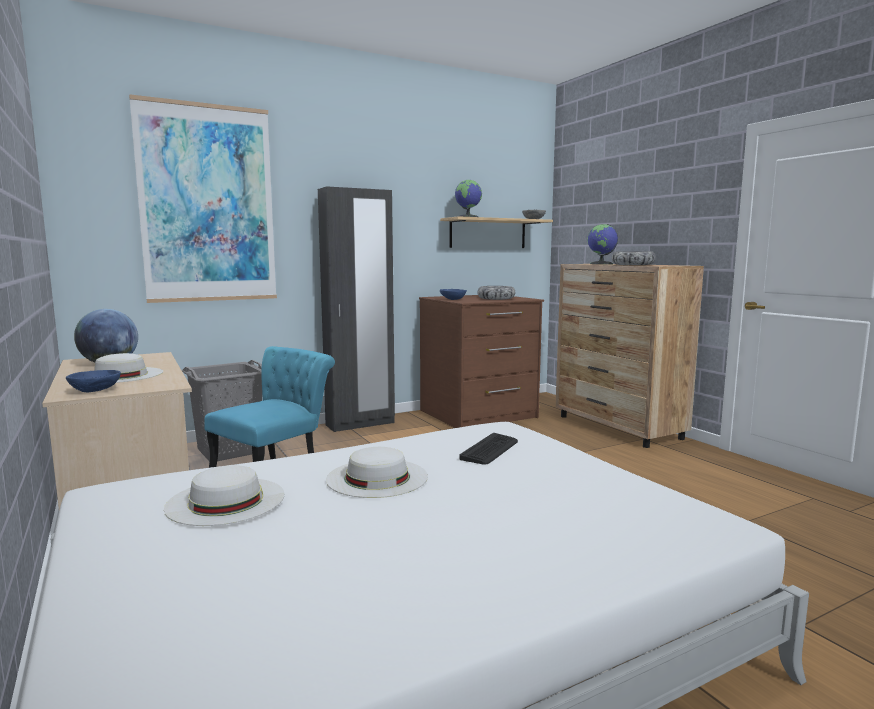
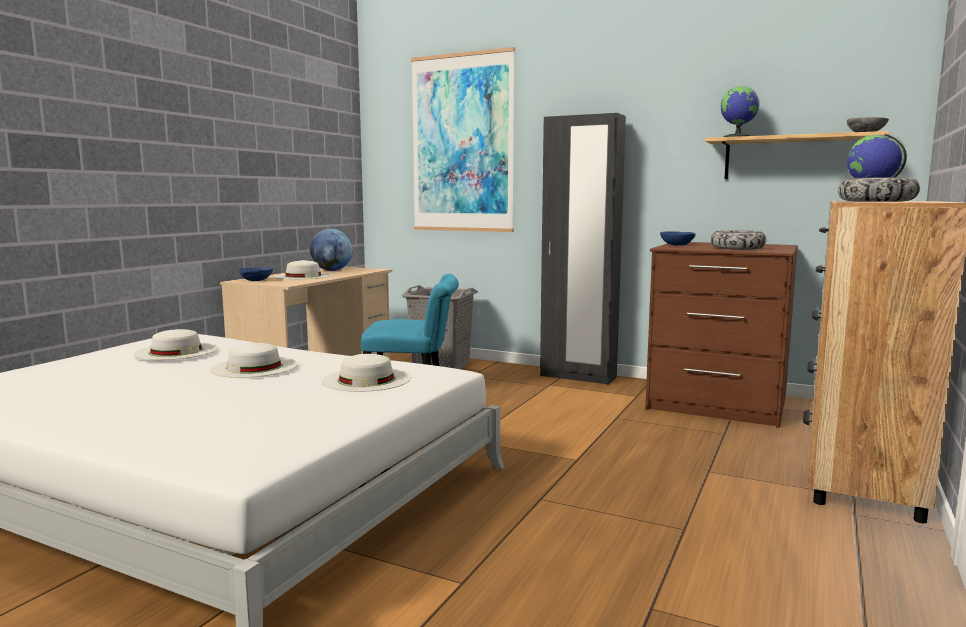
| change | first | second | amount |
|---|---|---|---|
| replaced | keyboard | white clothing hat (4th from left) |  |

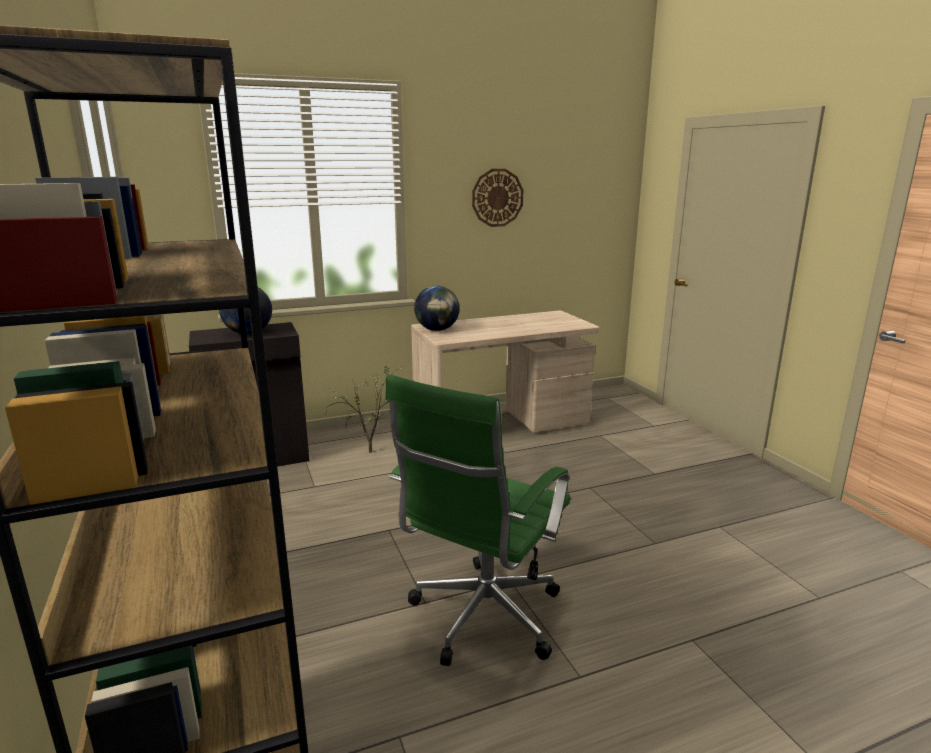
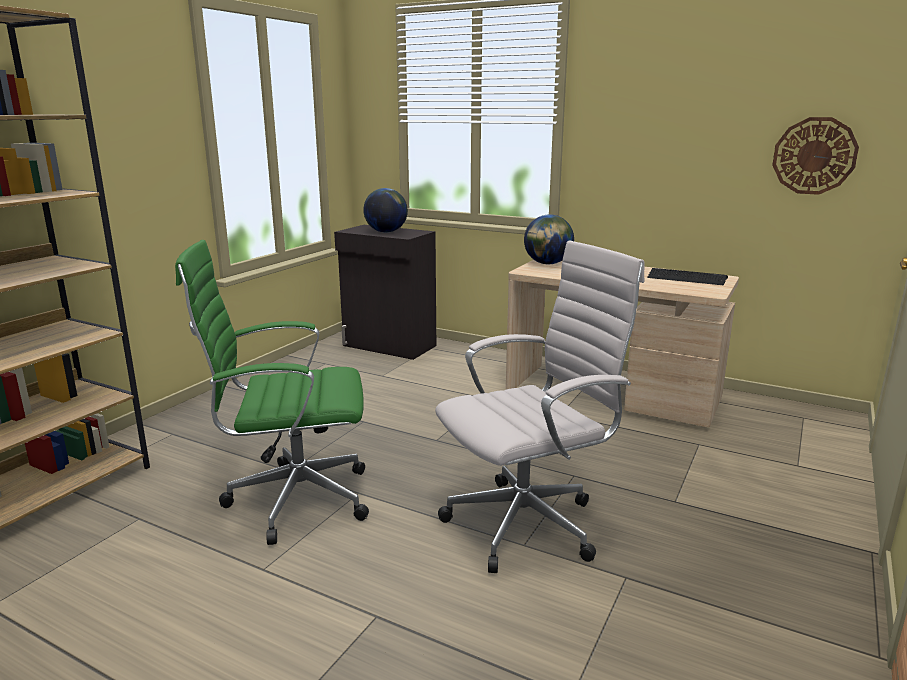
| change | first | second | amount |
|---|---|---|---|
| moved | hanging clock |  |  |
| removed | houseplant |  |  |
| added |  | white desk chair |  |
| added |  | keyboard |  |

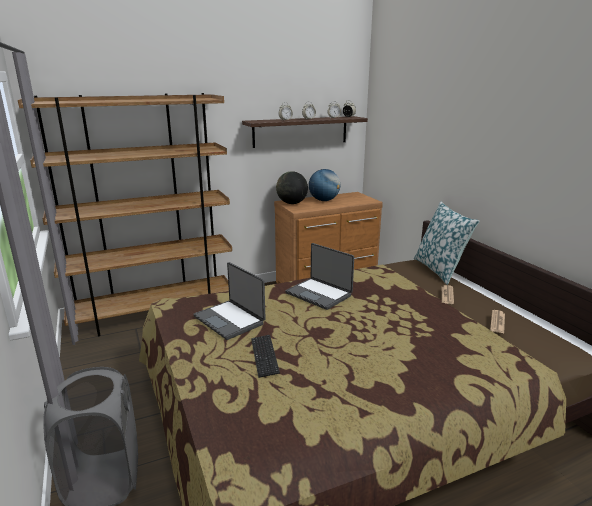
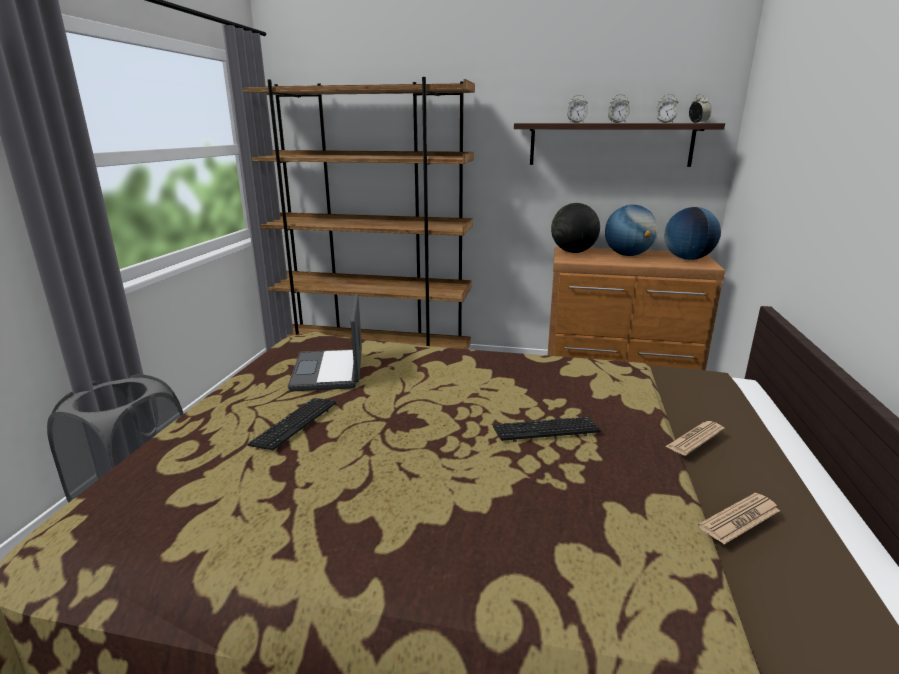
| change | first | second | amount |
|---|---|---|---|
| removed | cushion |  |  |
| removed | laptop (2nd from left) |  |  |
| added |  | globe (3rd from left) |  |
| added |  | keyboard (2nd from left) |  |

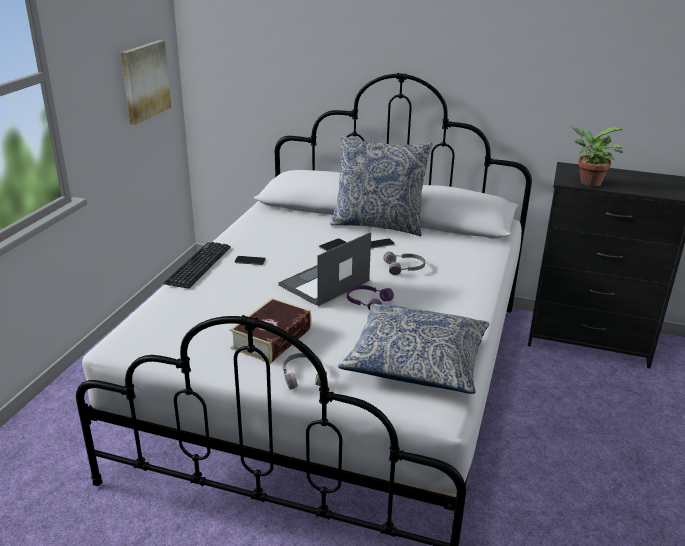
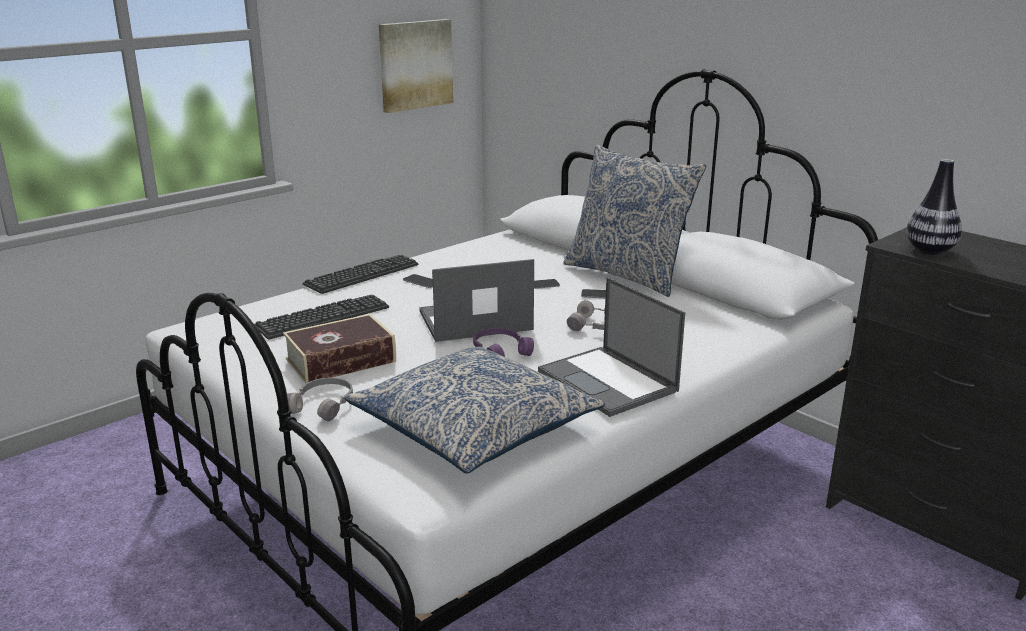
| change | first | second | amount |
|---|---|---|---|
| replaced | houseplant | vase |  |
| added |  | laptop (2nd from left) |  |
| added |  | keyboard (1st from left) |  |

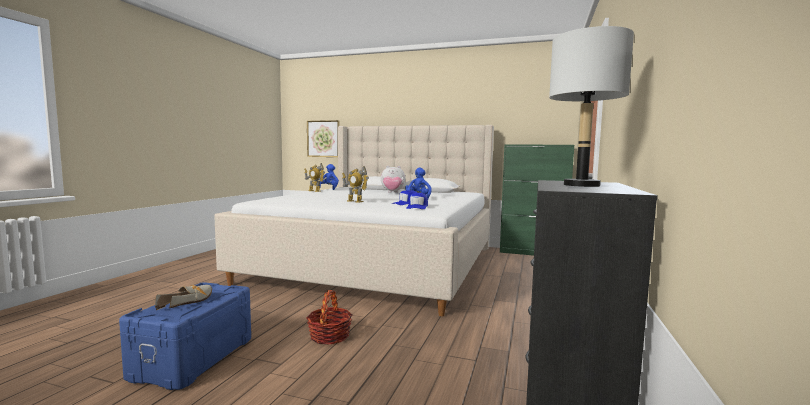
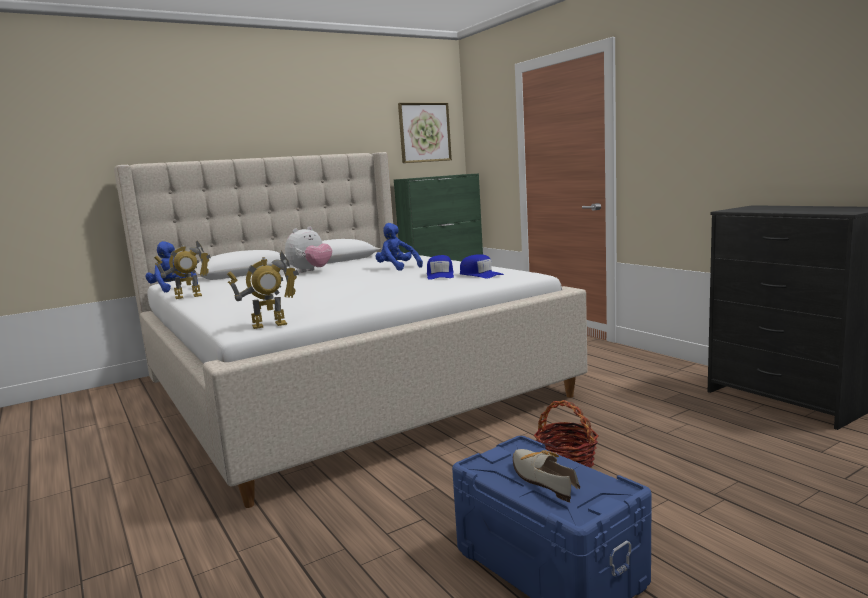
| change | first | second | amount |
|---|---|---|---|
| removed | gray tabletop lamp |  |  |
| moved | wall picture |  |  |
| moved | robot figure (2nd from left) |  |  |

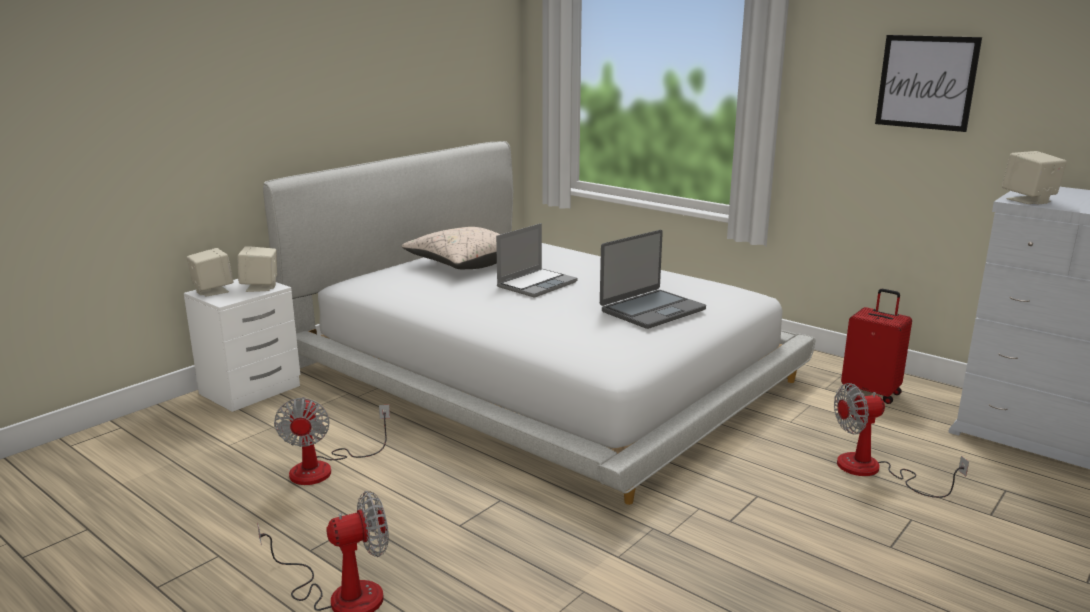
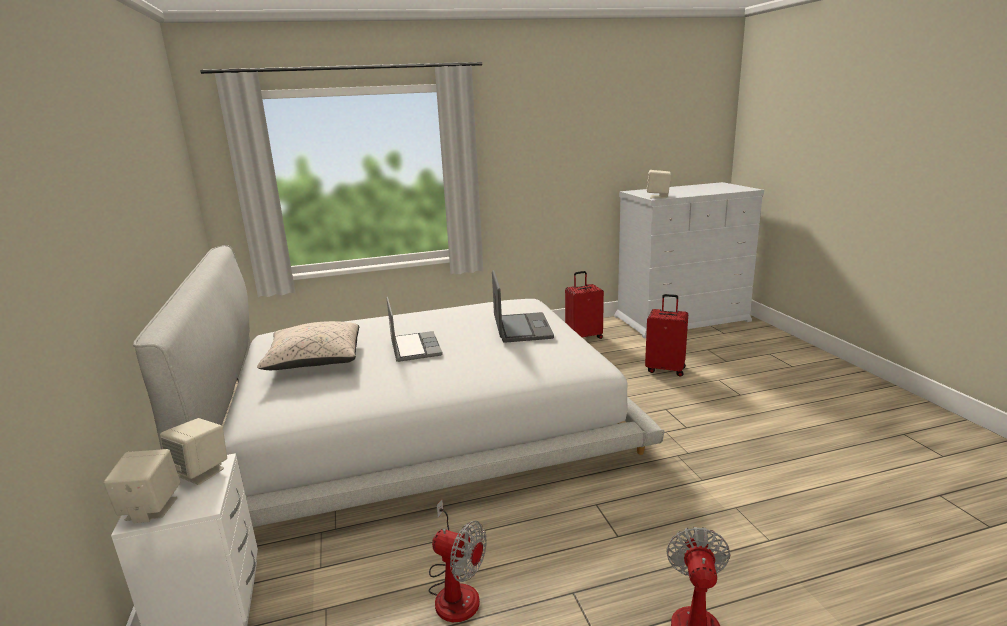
| change | first | second | amount |
|---|---|---|---|
| removed | wall picture |  |  |
| replaced | fan (3rd from left) | red suitcase (2nd from left) |  |

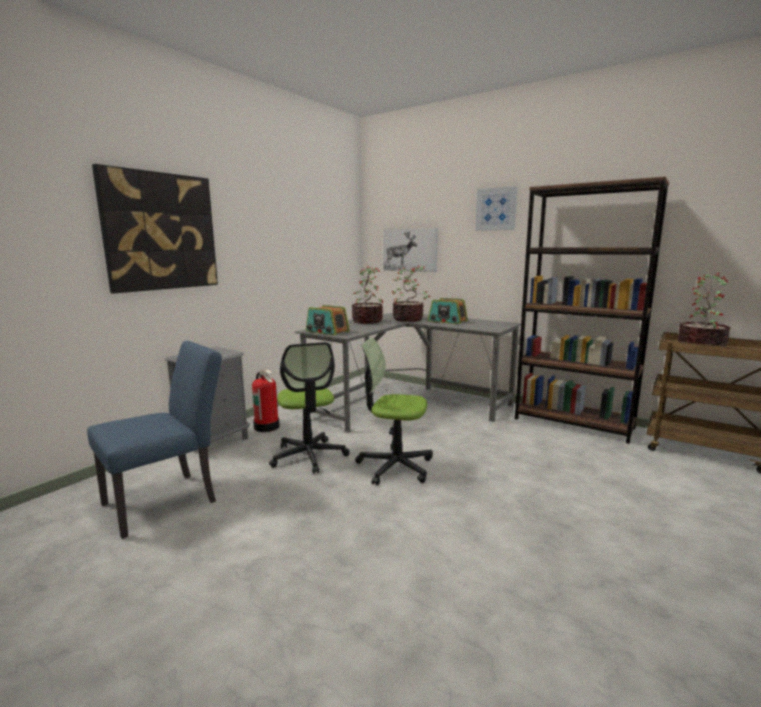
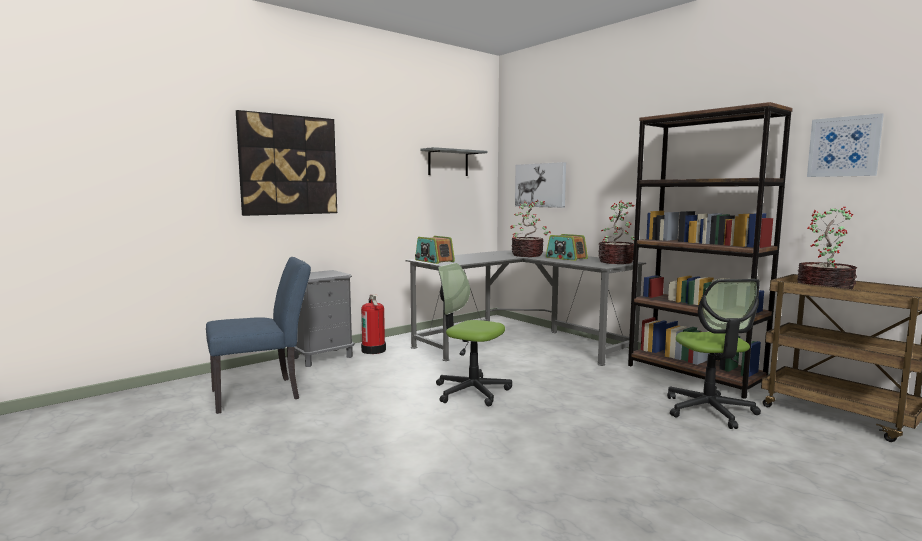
| change | first | second | amount |
|---|---|---|---|
| moved | wall picture (3rd from left) |  |  |
| moved | houseplant (1st from left in the first image) | houseplant (2nd from left) |  |
| moved | desk chair (1st from left in the first image) | desk chair (2nd from left) |  |
| added |  | gray bracket shelf |  |

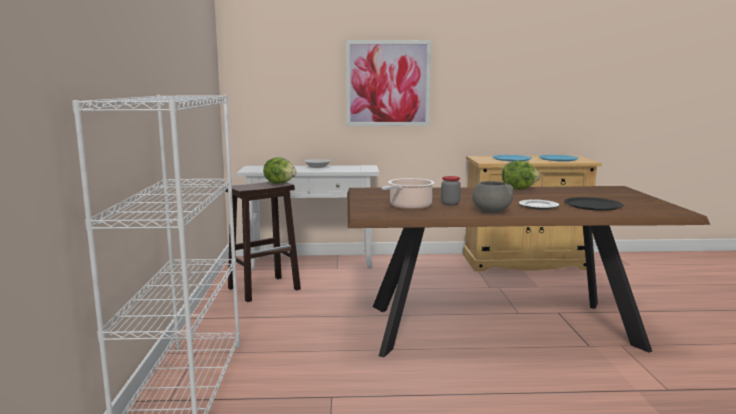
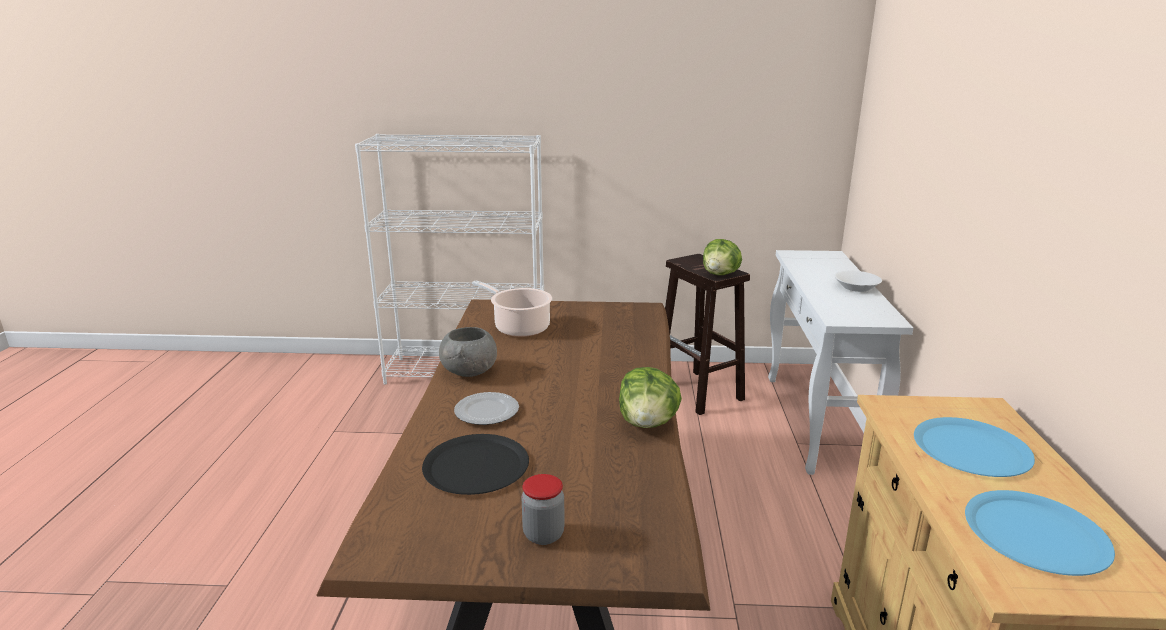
| change | first | second | amount |
|---|---|---|---|
| removed | wall picture |  |  |
| moved | storage jar |  |  |

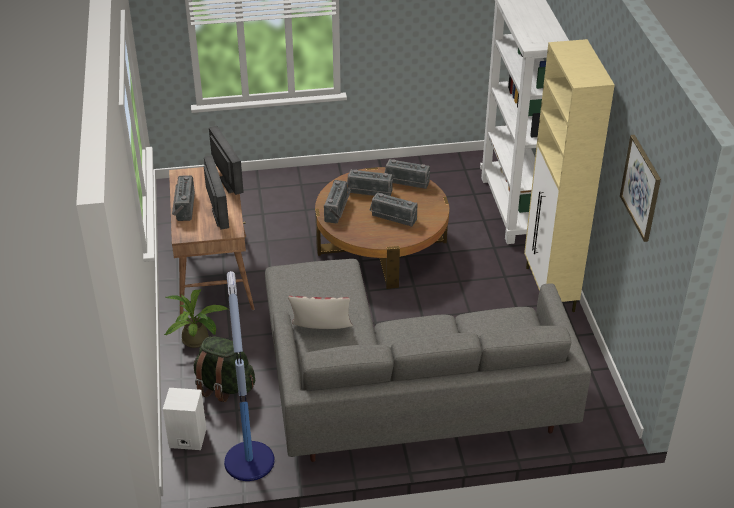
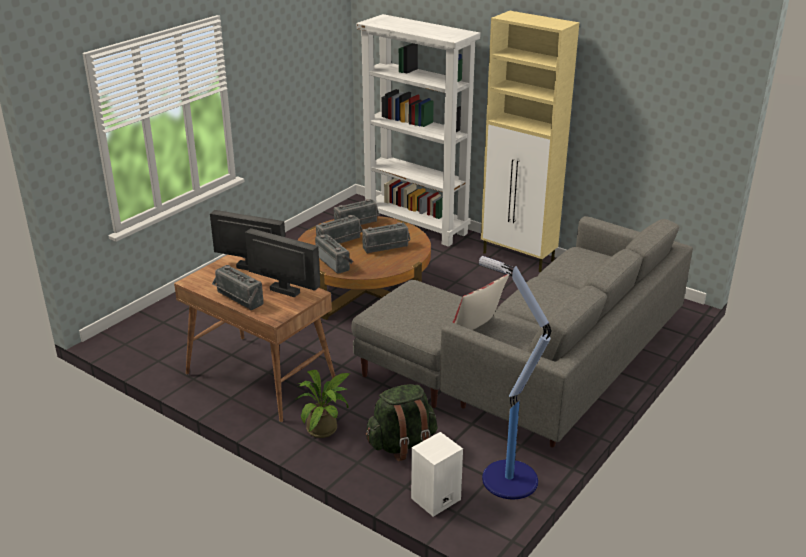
| change | first | second | amount |
|---|---|---|---|
| removed | wall picture |  |  |

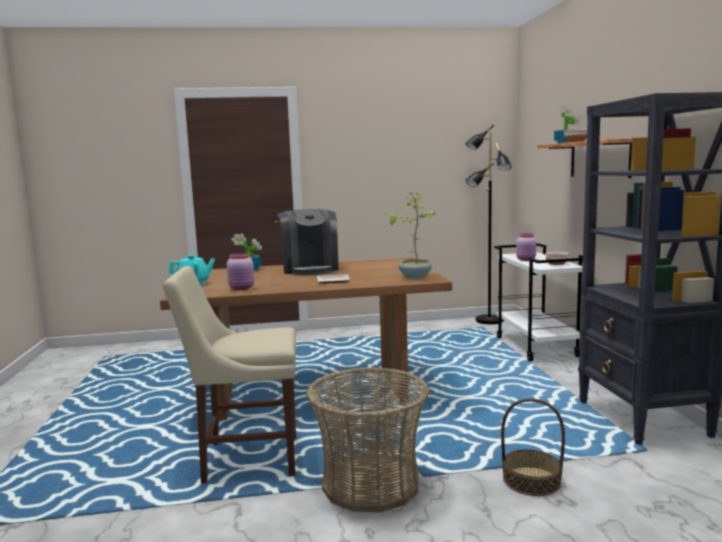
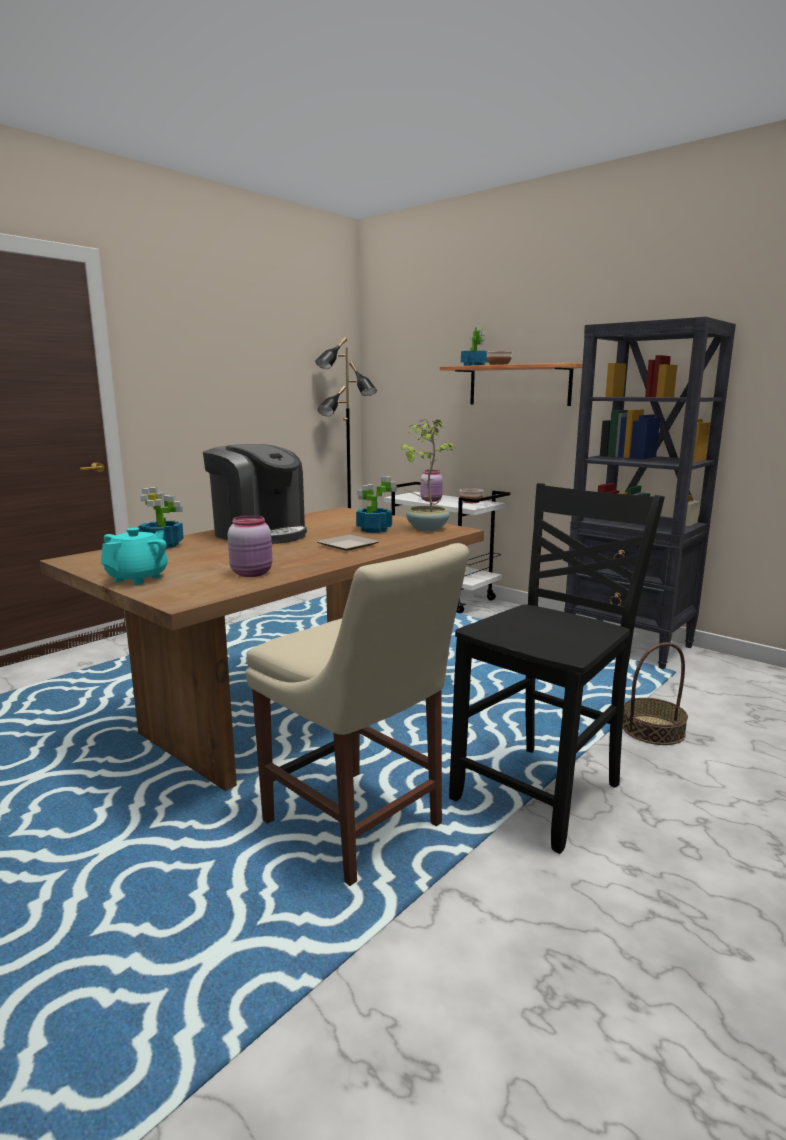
| change | first | second | amount |
|---|---|---|---|
| turned | beige-coloured upright chair |  | 90 degrees counterclockwise |
| replaced | household basket (1st from left) | black-coloured upright chair |  |
| added |  | houseplant (2nd from left) |  |

